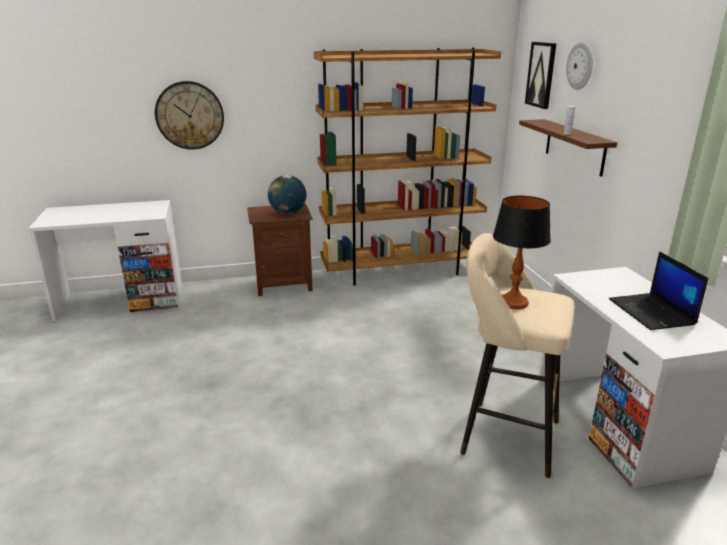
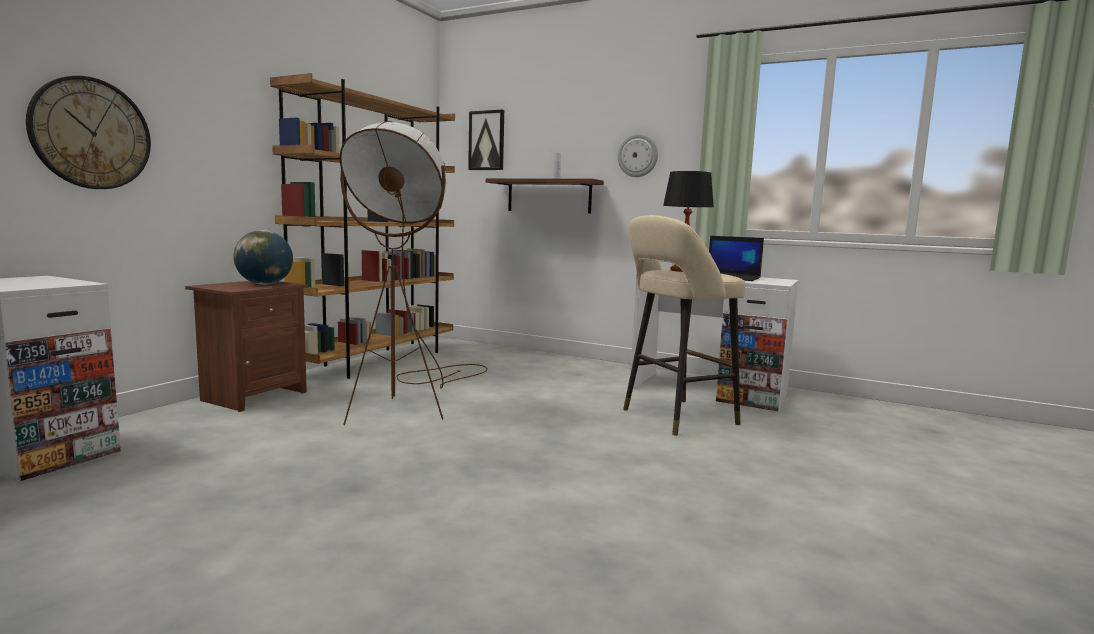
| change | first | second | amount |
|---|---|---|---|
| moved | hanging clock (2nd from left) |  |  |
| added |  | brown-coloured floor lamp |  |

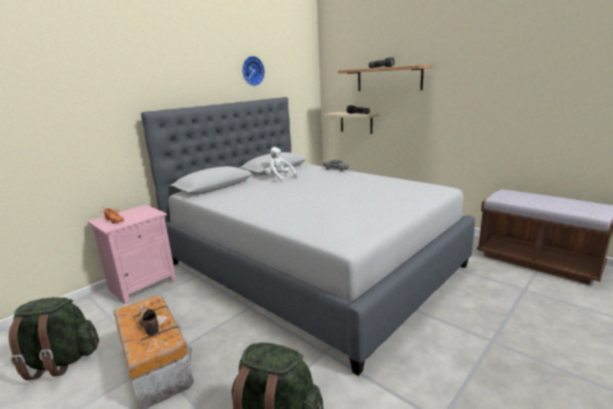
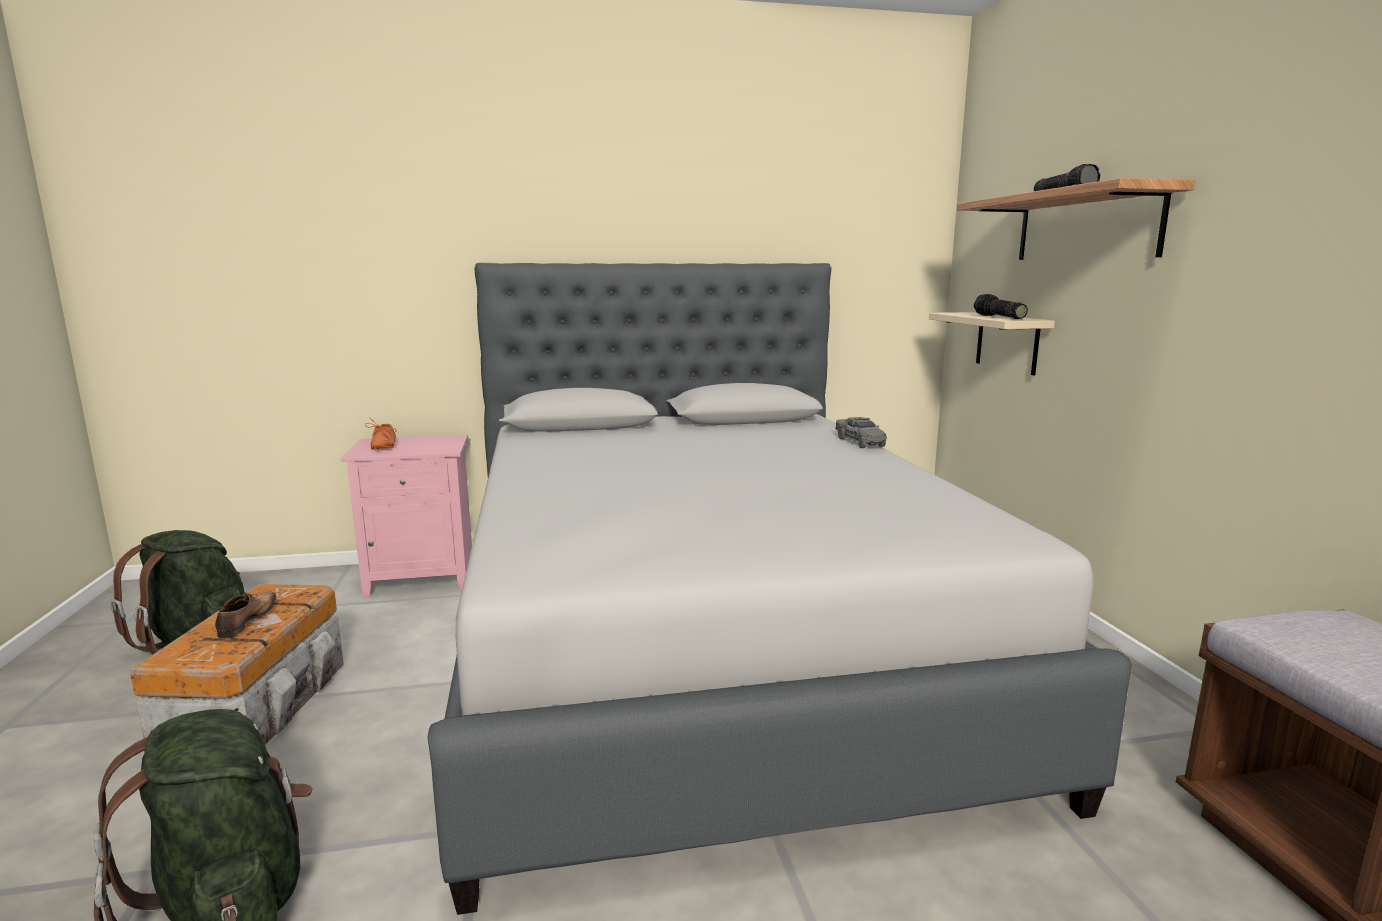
| change | first | second | amount |
|---|---|---|---|
| removed | hanging clock |  |  |
| removed | white soft toy |  |  |

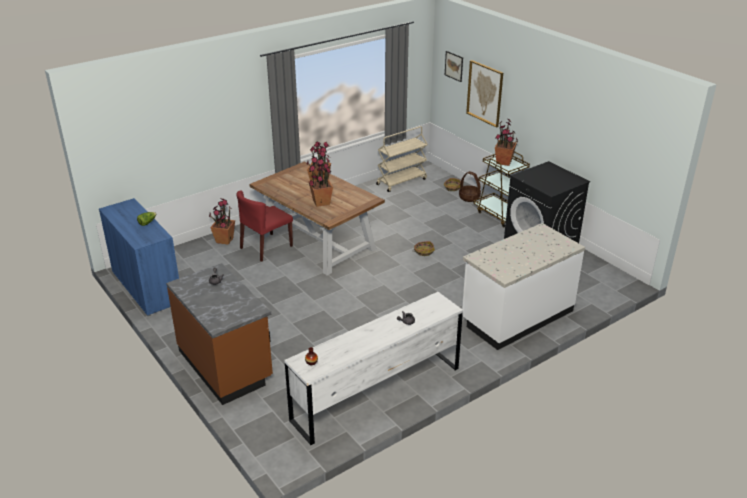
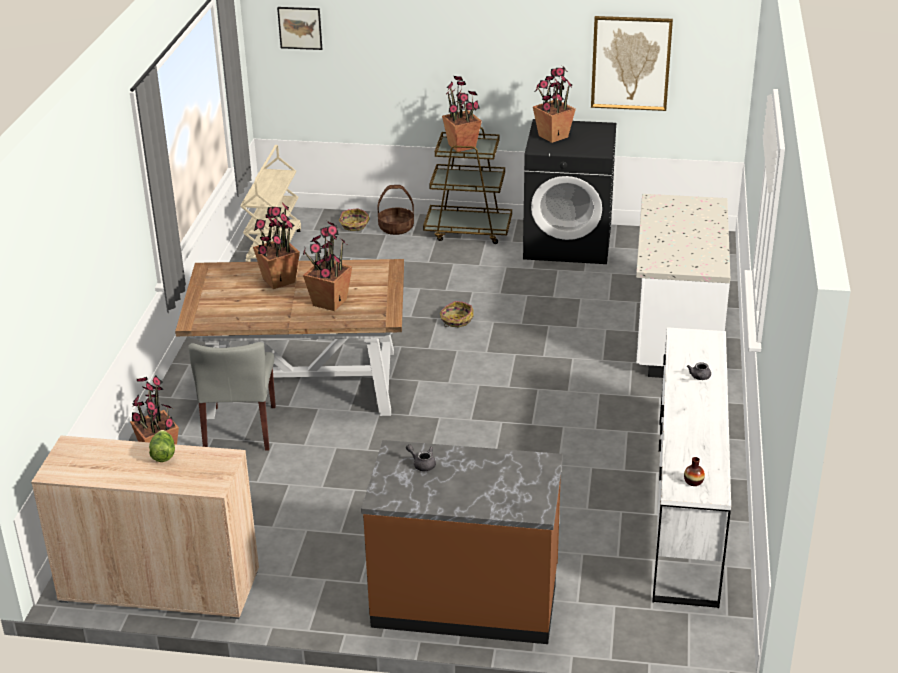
| change | first | second | amount |
|---|---|---|---|
| moved | wall picture (2nd from left) |  |  |
| recoloured | red upright chair | gray upright chair |  |
| recoloured | bluish cabinet | beige-coloured cabinet |  |
| added |  | houseplant (5th from left) |  |

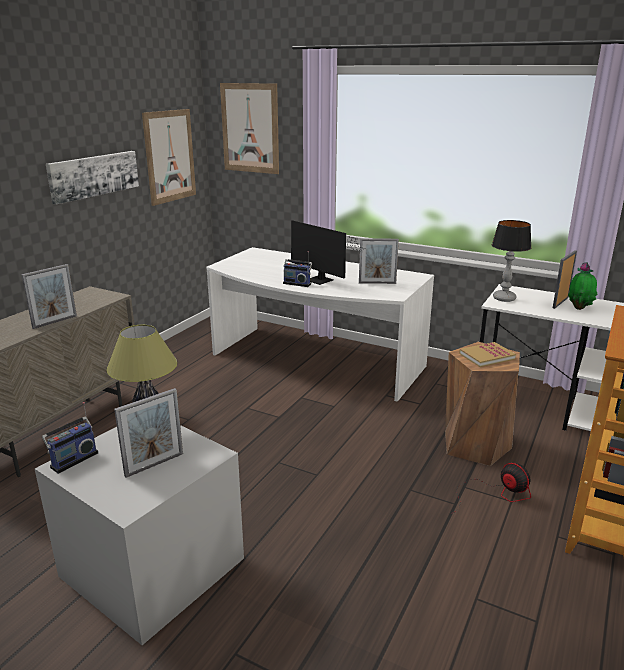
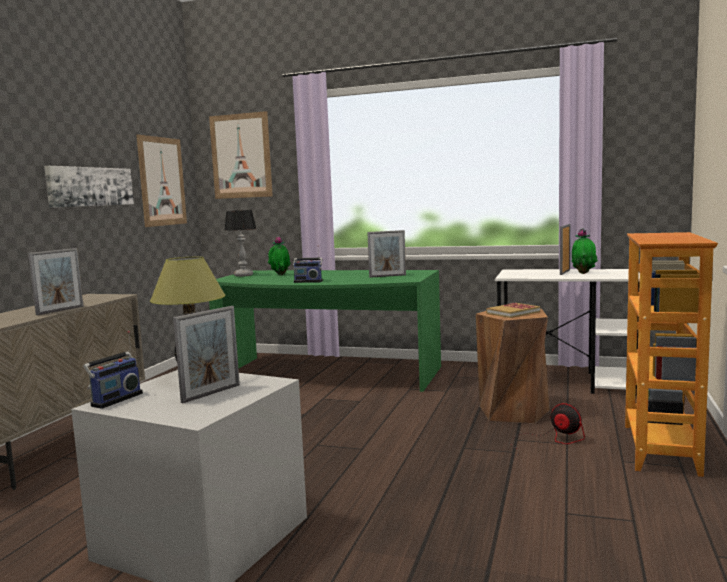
| change | first | second | amount |
|---|---|---|---|
| removed | monitor |  |  |
| moved | tabletop lamp (2nd from left) |  |  |
| recoloured | white desk table (1st from left) | green-coloured desk table |  |
| added |  | houseplant (1st from left) |  |

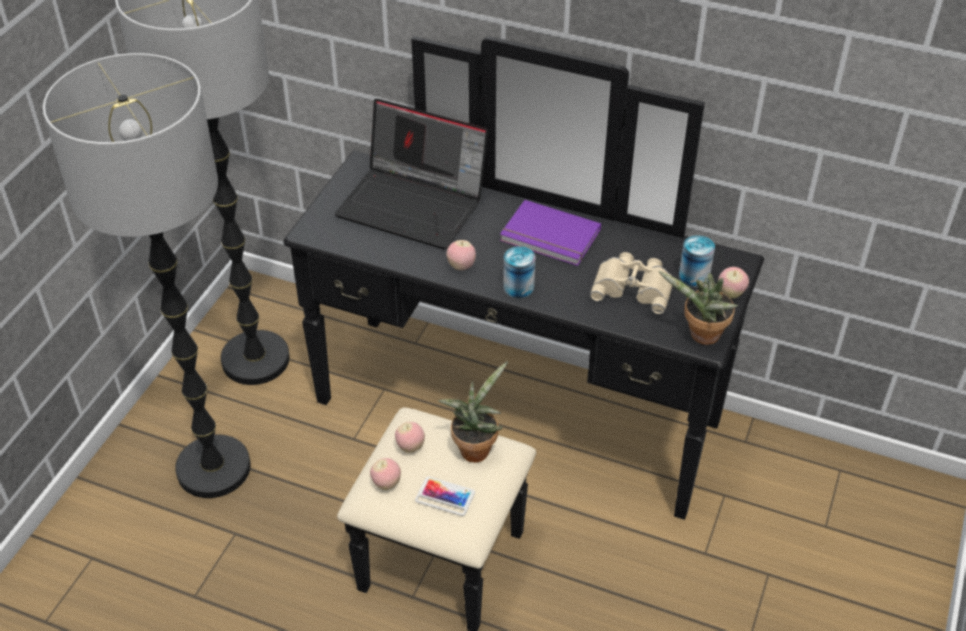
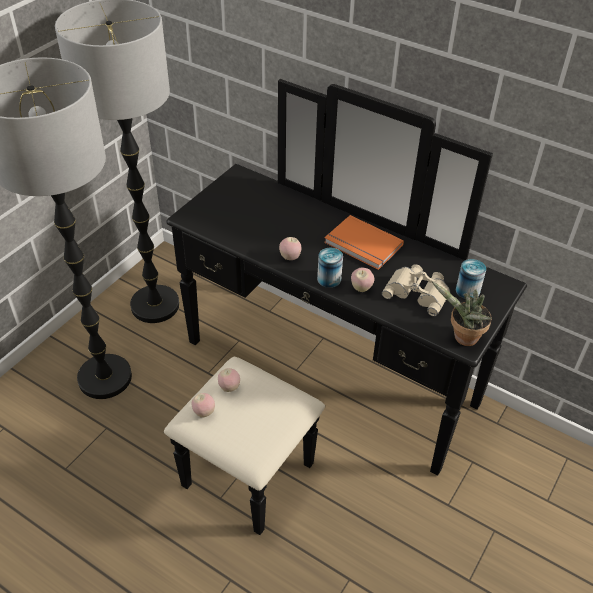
| change | first | second | amount |
|---|---|---|---|
| removed | laptop |  |  |
| recoloured | purplish bound book | orangey bound book |  |
| moved | apple (4th from left) |  |  |
| removed | houseplant (1st from left) |  |  |
| removed | handset |  |  |

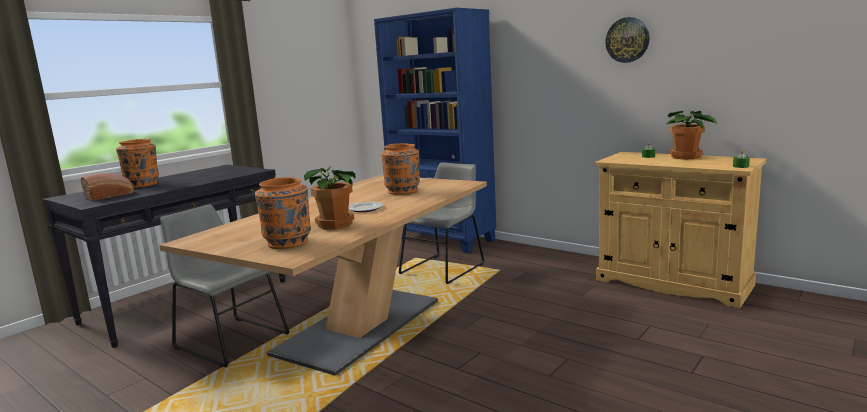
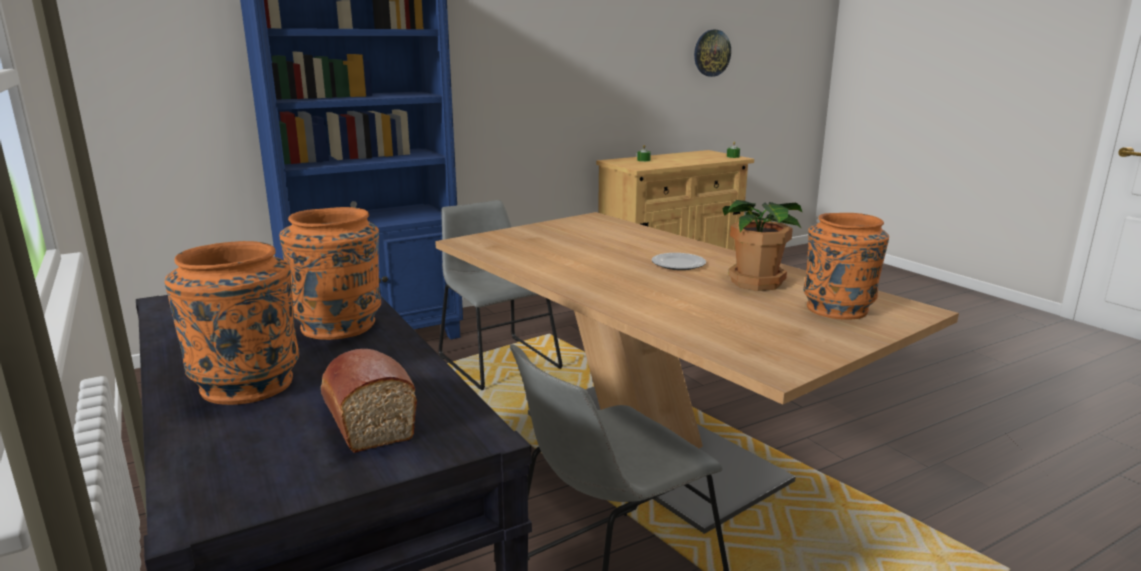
| change | first | second | amount |
|---|---|---|---|
| moved | hanging clock |  |  |
| removed | houseplant (2nd from left) |  |  |
| moved | orangey vase (3rd from left in the first image) | orangey vase (2nd from left) |  |

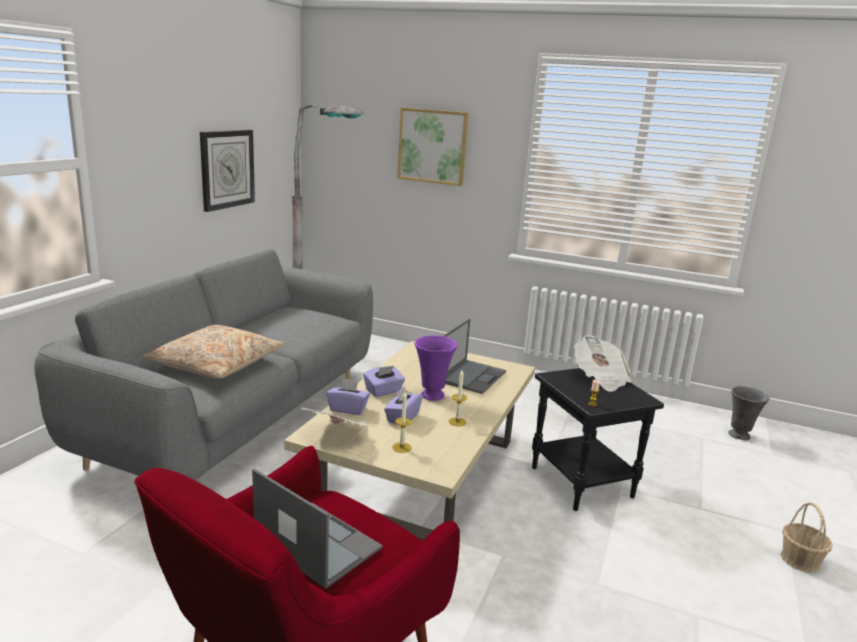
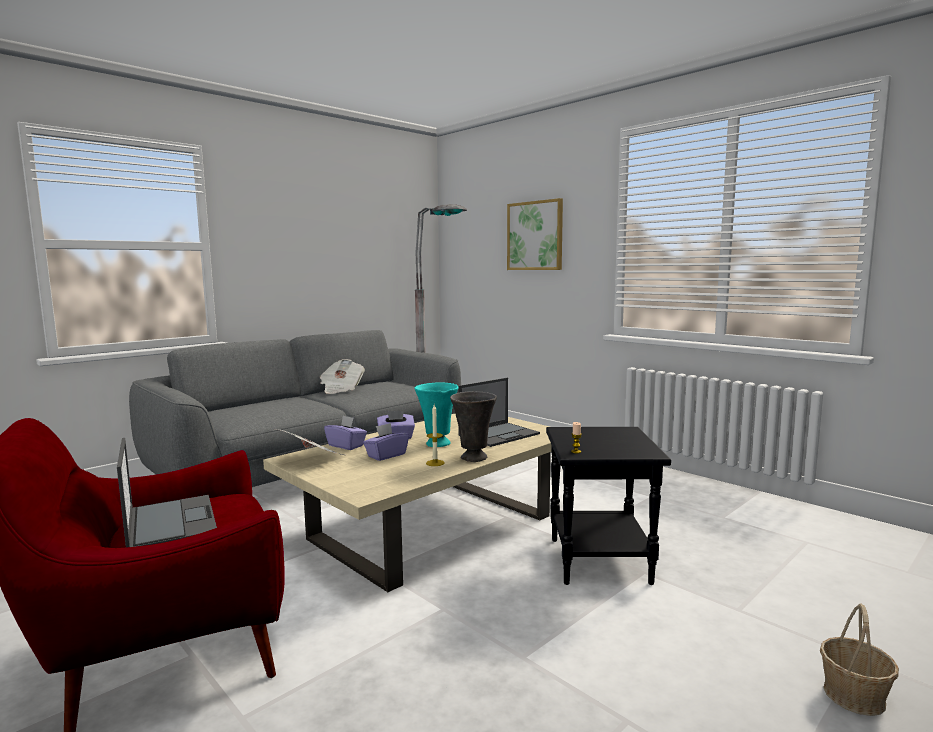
| change | first | second | amount |
|---|---|---|---|
| removed | hanging clock |  |  |
| removed | beige-coloured cushion |  |  |
| recoloured | purplish vase | turquoise vase |  |
| moved | newspaper (2nd from left) |  |  |
| moved | gray vase |  |  |
| removed | candle (1st from left) |  |  |

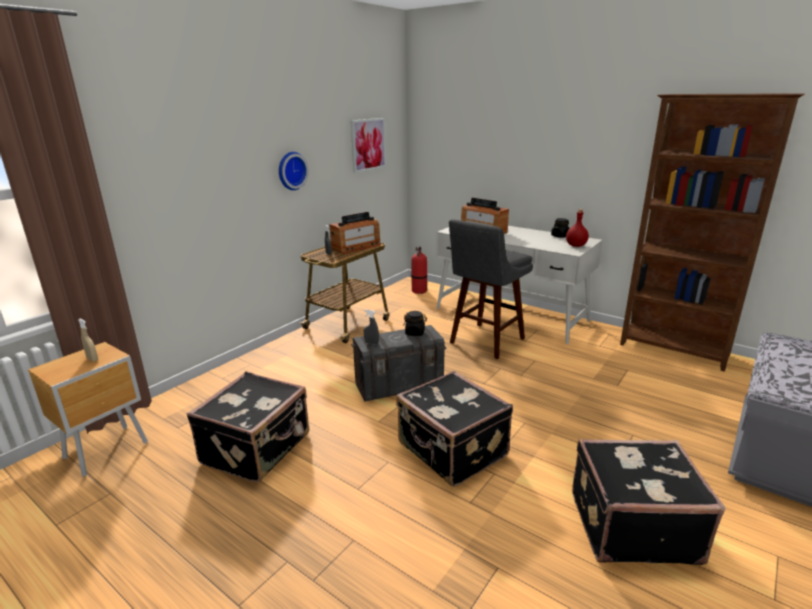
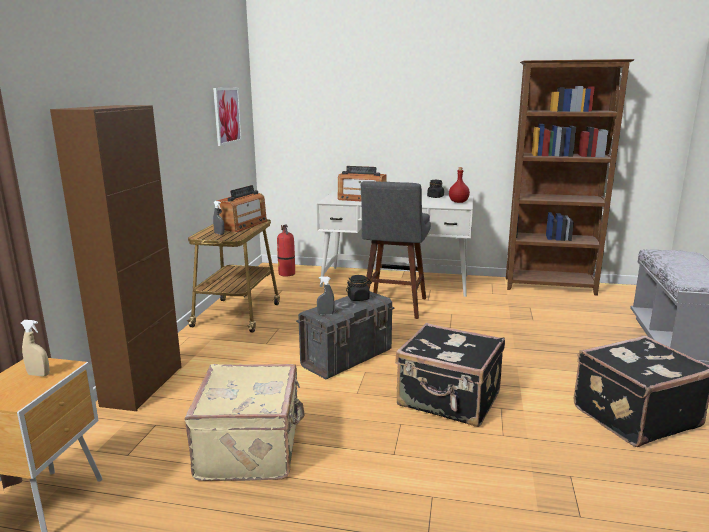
| change | first | second | amount |
|---|---|---|---|
| removed | hanging clock |  |  |
| recoloured | black-coloured suitcase (1st from left) | beige-coloured suitcase |  |
| added |  | brown-coloured cabinet |  |

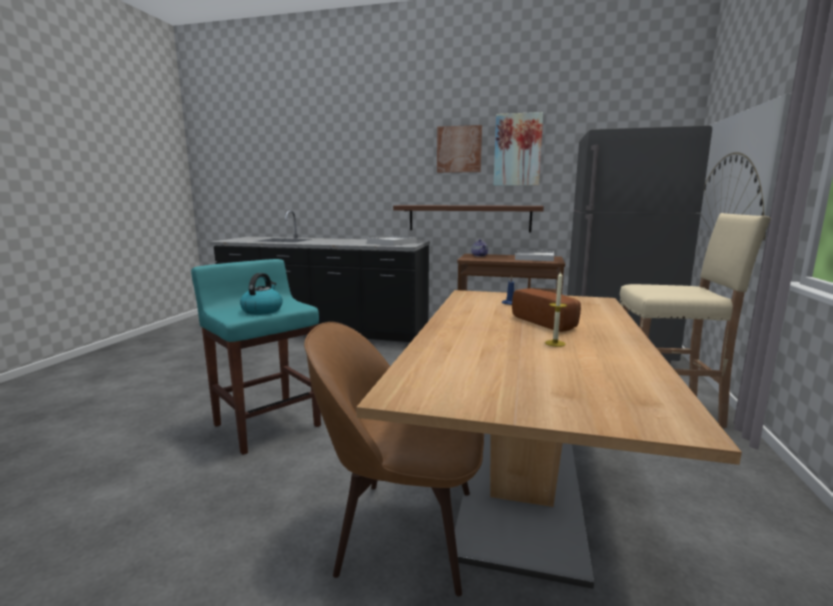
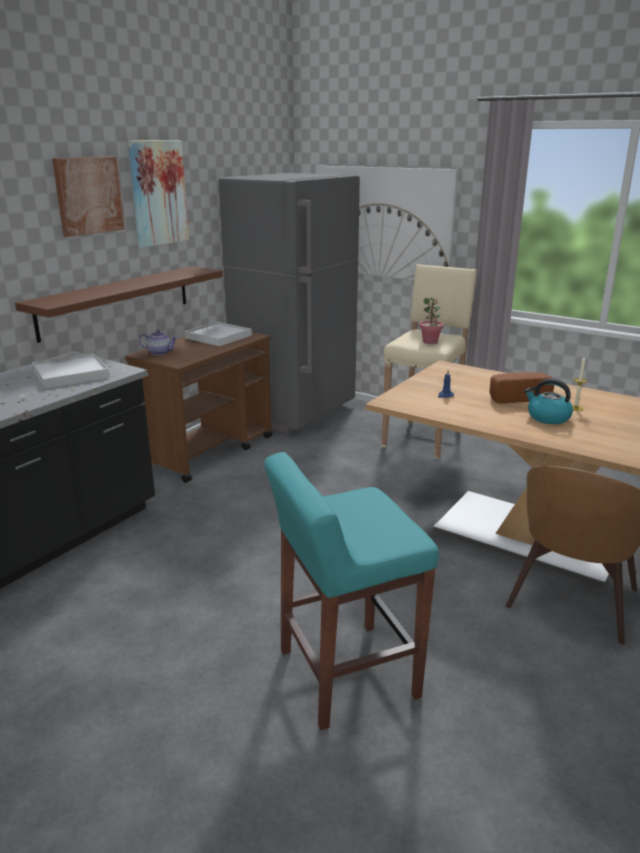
| change | first | second | amount |
|---|---|---|---|
| moved | kettle |  |  |
| added |  | houseplant |  |

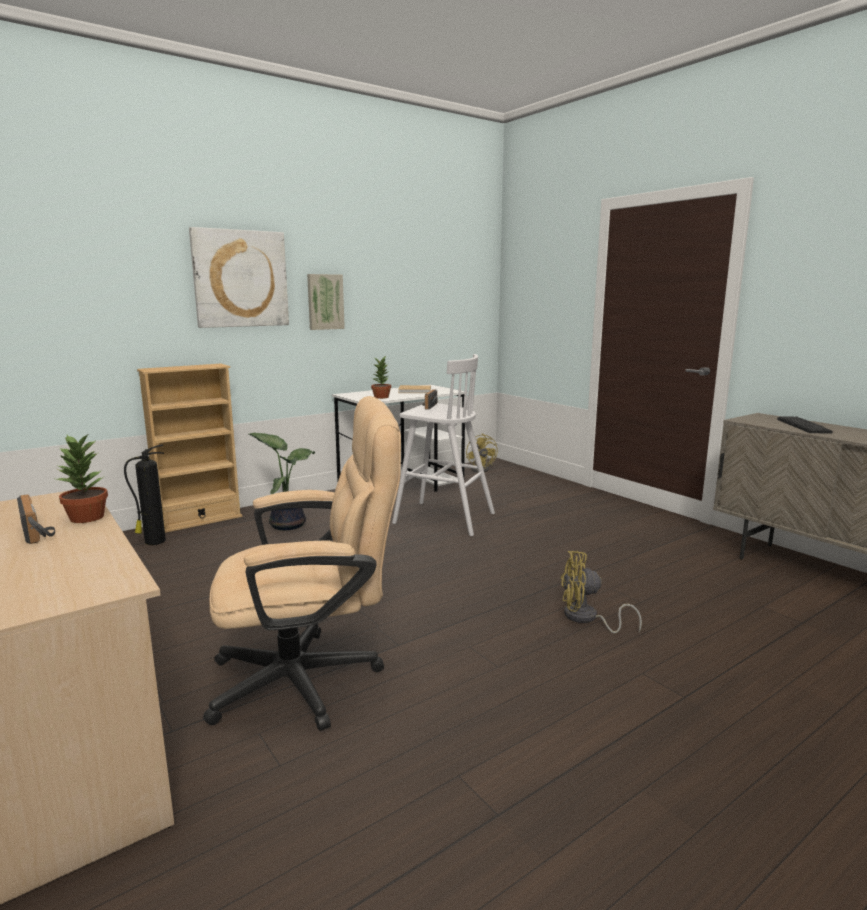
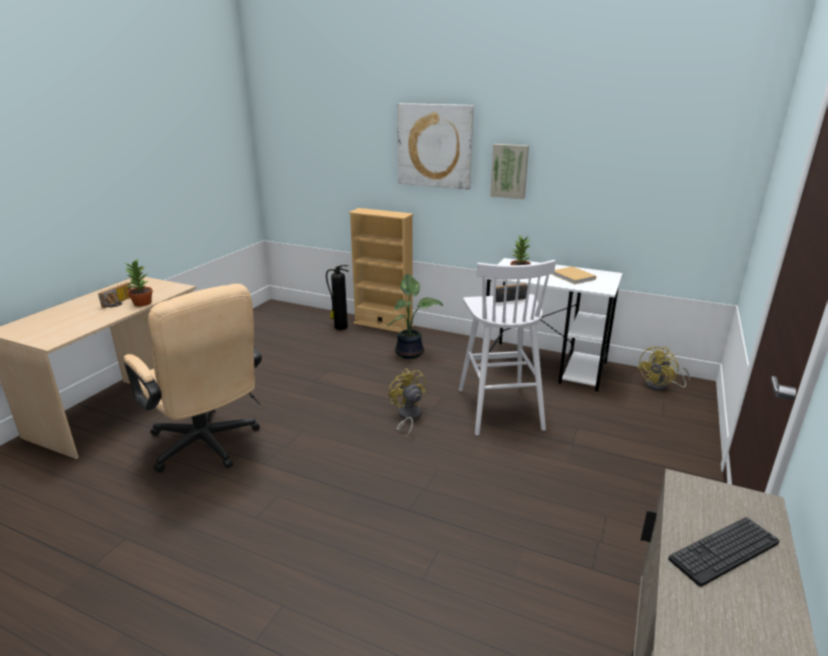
| change | first | second | amount |
|---|---|---|---|
| moved | yellow fan (2nd from left in the first image) | yellow fan (1st from left) |  |

